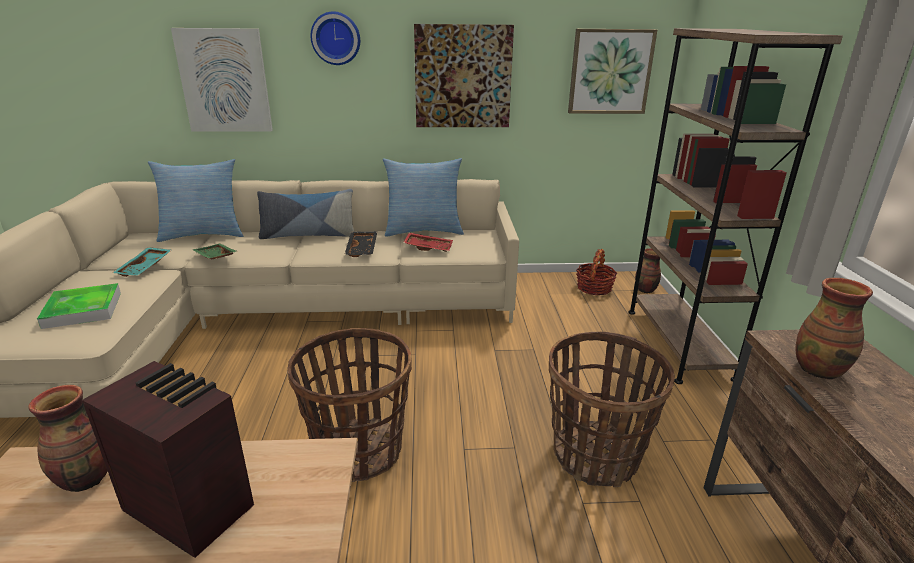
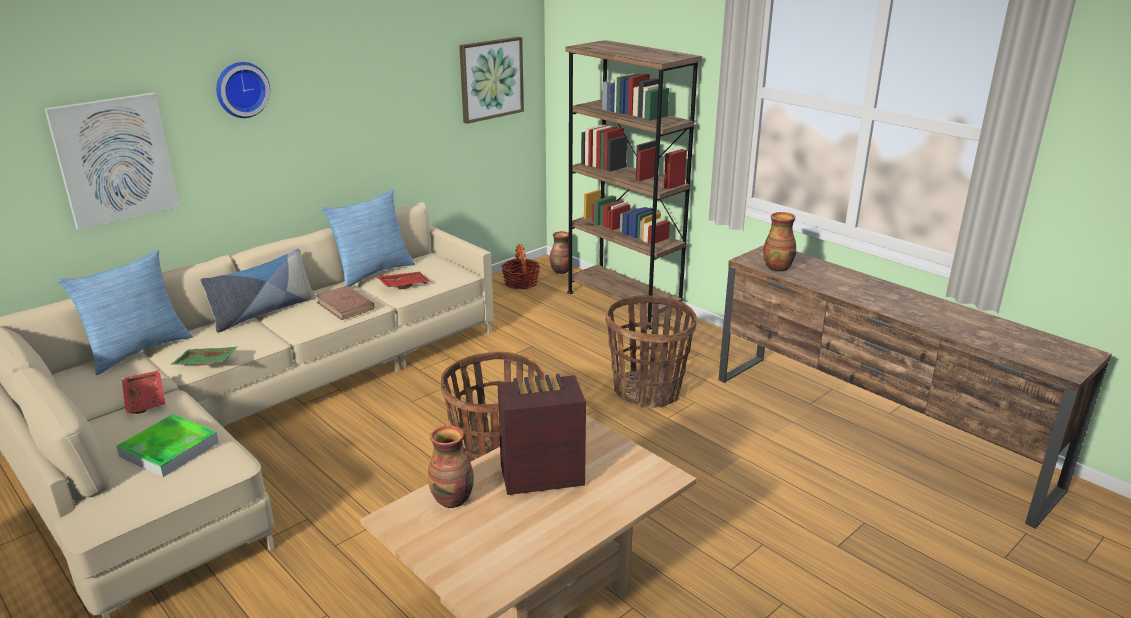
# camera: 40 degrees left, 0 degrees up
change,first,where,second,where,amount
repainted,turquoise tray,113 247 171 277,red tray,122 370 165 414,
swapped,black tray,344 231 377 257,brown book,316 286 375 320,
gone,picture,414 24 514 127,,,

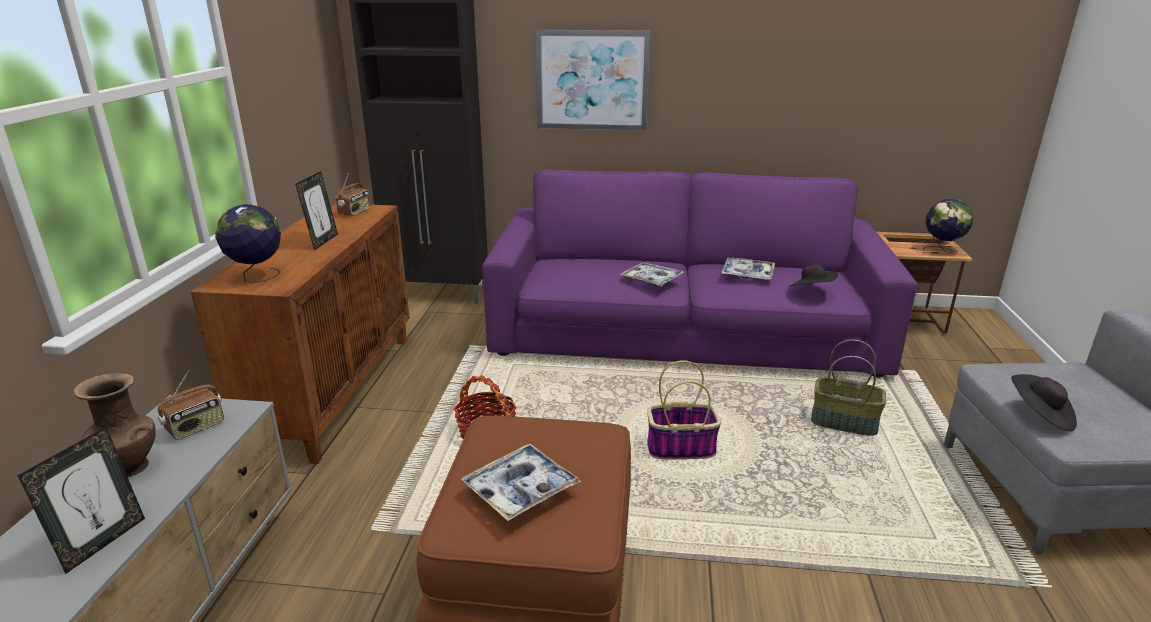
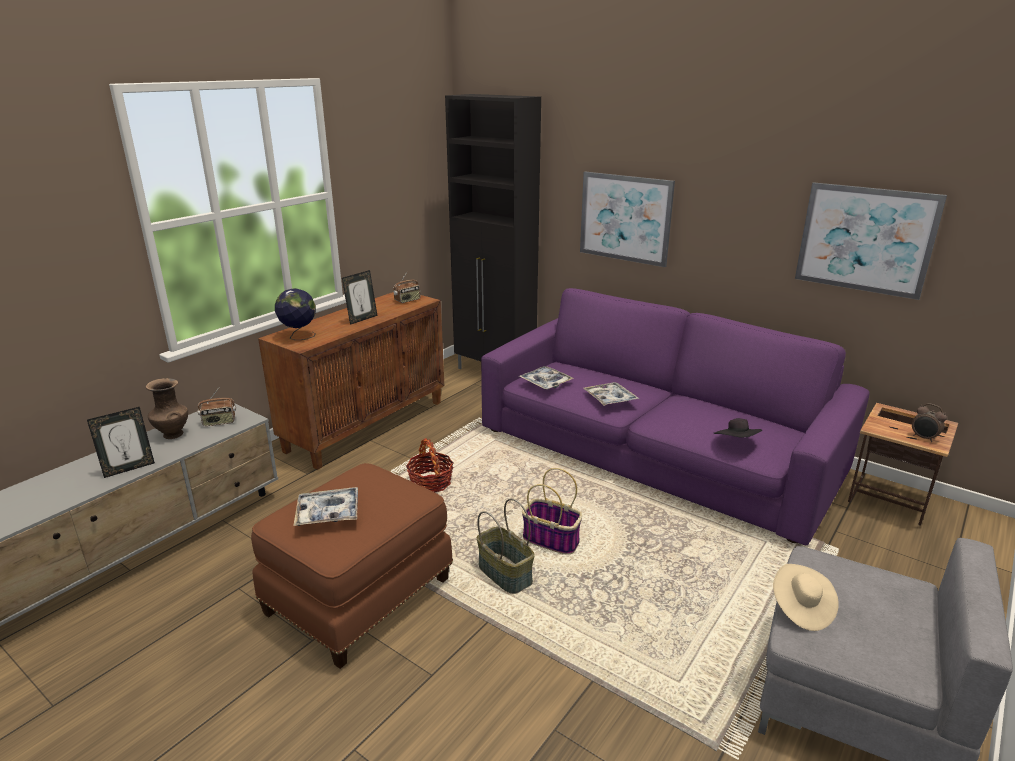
# camera: 30 degrees right, 0 degrees up
change,first,where,second,where,amount
shifted,basket,811 340 886 436,,477 499 535 594,
shifted,tray,721 258 775 280,,519 366 573 389,
repainted,black hat,1011 374 1077 432,beige hat,773 564 839 631,
new,,,picture,795 182 947 300,
swapped,globe,923 199 973 253,alarm clock,912 403 947 442,

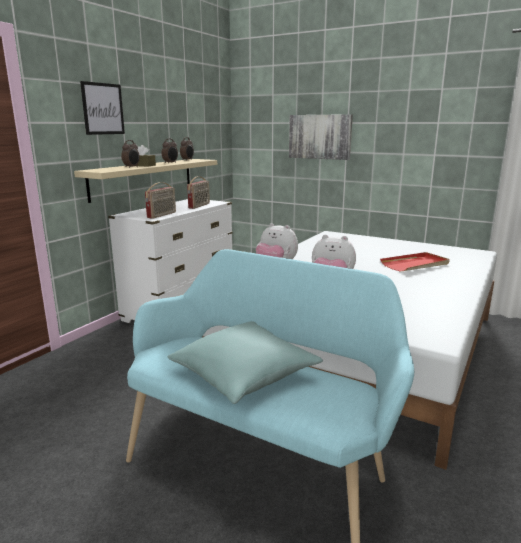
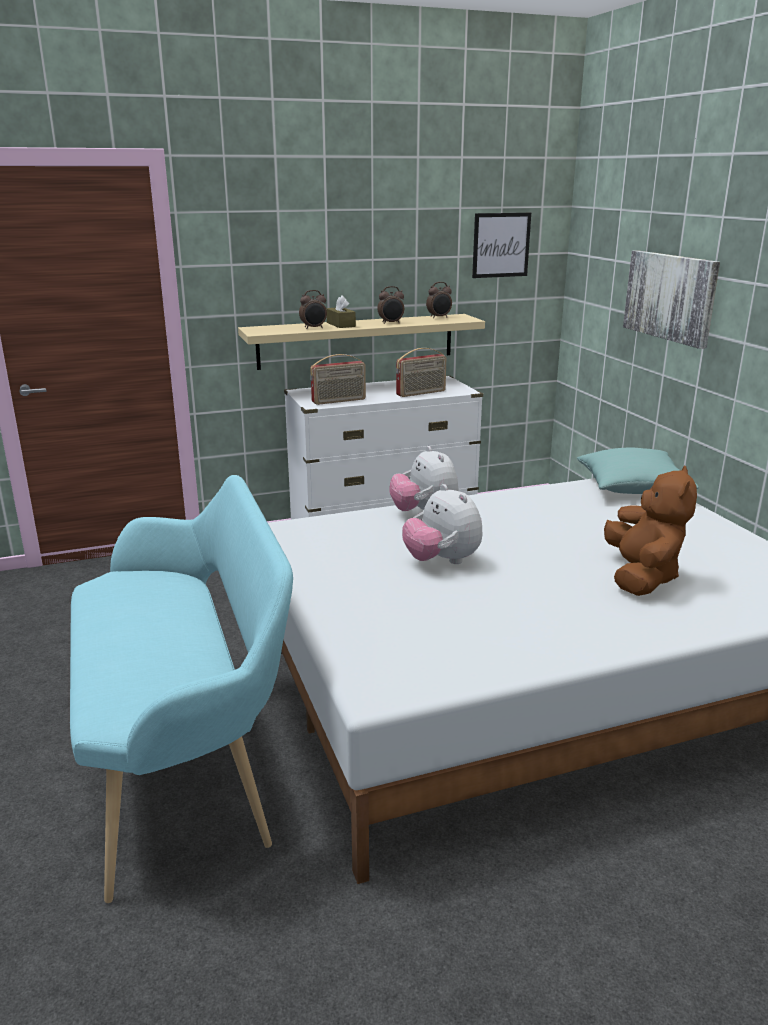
# camera: 40 degrees right, 5 degrees up
change,first,where,second,where,amount
shifted,picture,80 81 125 135,,472 213 531 278,
shifted,turquoise pillow,167 321 323 404,,577 448 699 494,
swapped,red tray,380 252 450 272,brown plush toy,604 466 697 596,

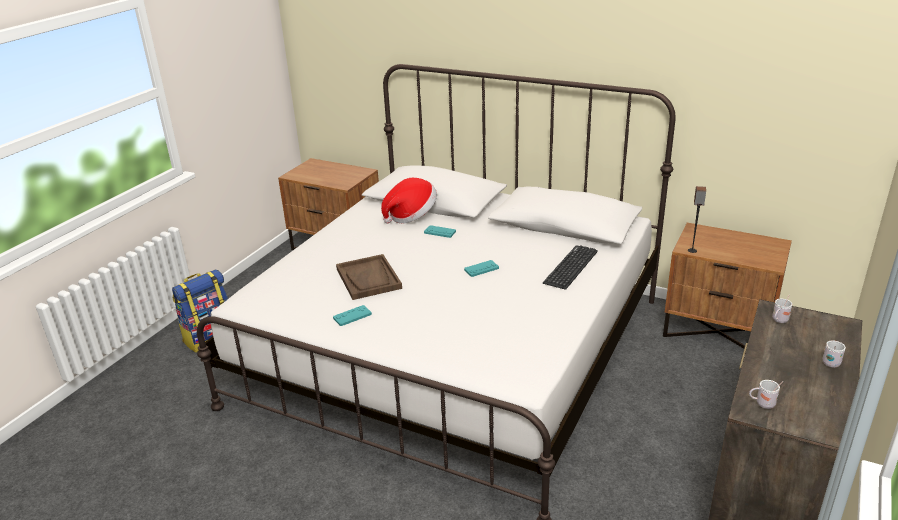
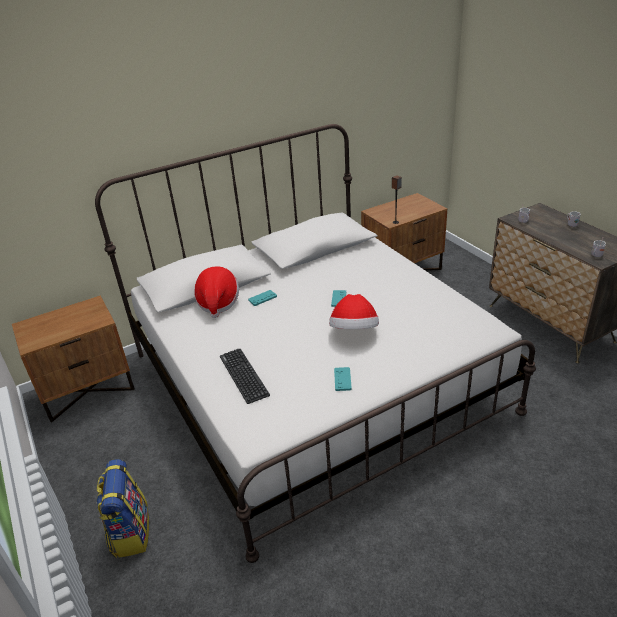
# camera: 55 degrees left, 5 degrees up
change,first,where,second,where,amount
shifted,keyboard,543 245 598 290,,220 349 270 404,
new,,,hat,329 294 379 329,
gone,brown tray,336 254 402 300,,,

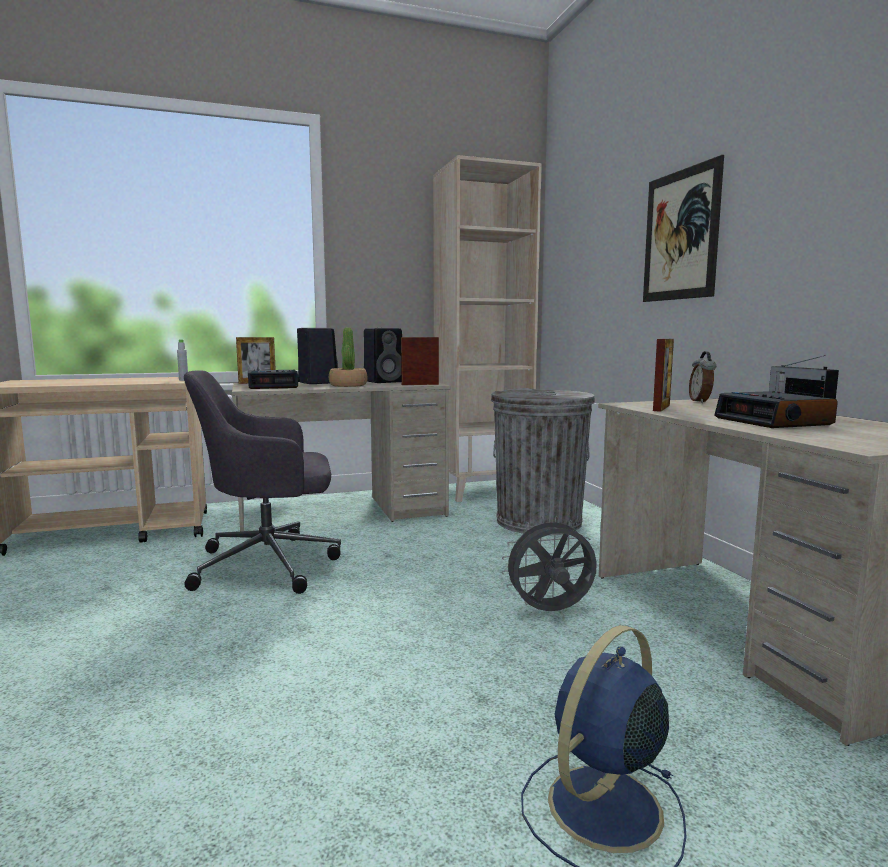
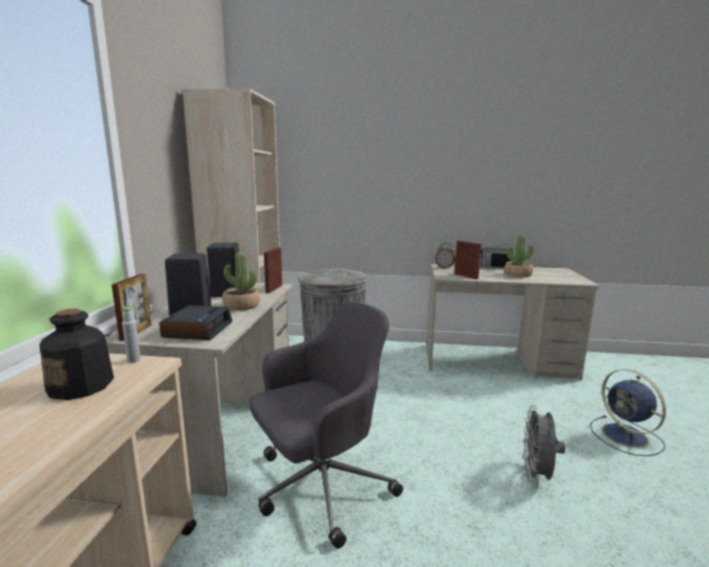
# camera: 65 degrees left, 5 degrees up
change,first,where,second,where,amount
new,,,bottle,39 308 114 400,
rotated,grey office chair,184 370 341 594,,249 301 403 549,135 degrees counterclockwise
swapped,alarm clock,715 391 838 428,potted plant,504 235 534 277,
shifted,grey fan,502 516 597 611,,523 406 565 482,
gone,picture,643 155 724 302,,,

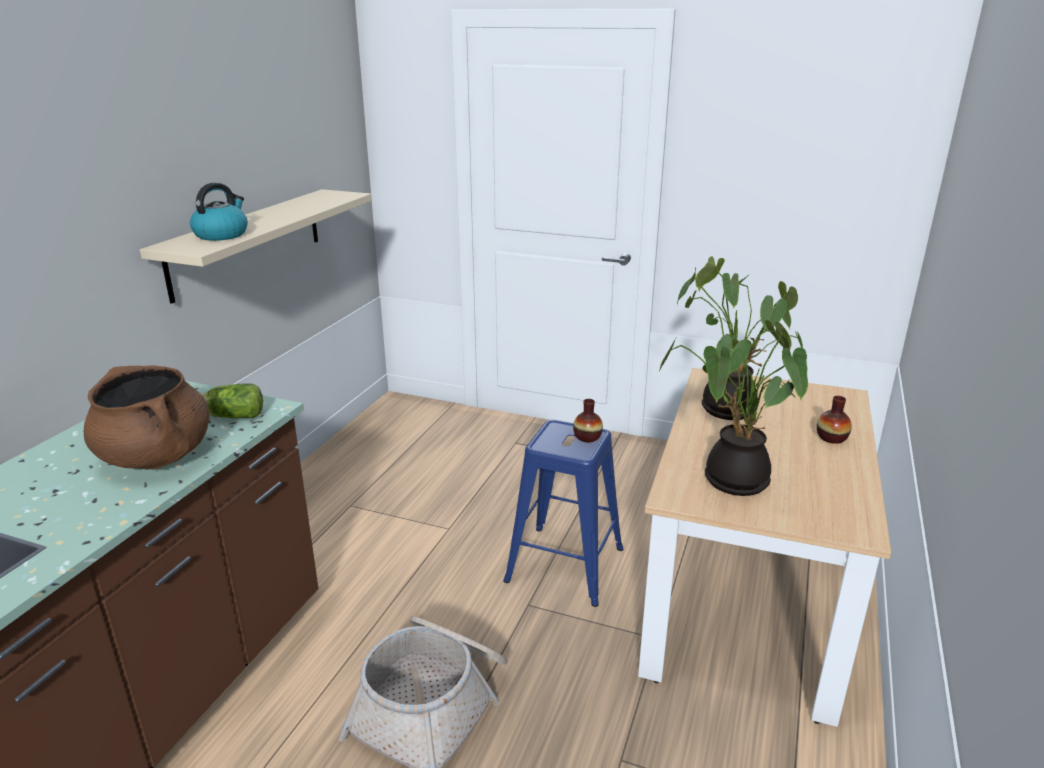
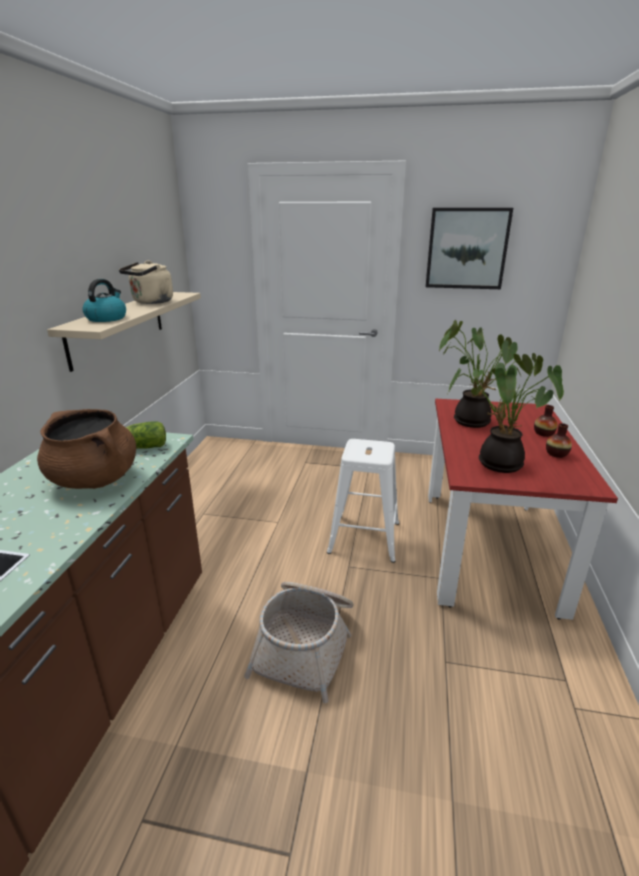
# camera: 10 degrees left, 0 degrees up
change,first,where,second,where,amount
new,,,beige kettle,119 260 173 304,
repainted,blue stool,503 420 623 607,white stool,327 439 399 563,
new,,,picture,426 208 513 289,
repainted,beige dining table,638 368 891 727,red dining table,428 399 618 620,
shifted,vase,573 399 603 442,,546 423 572 458,

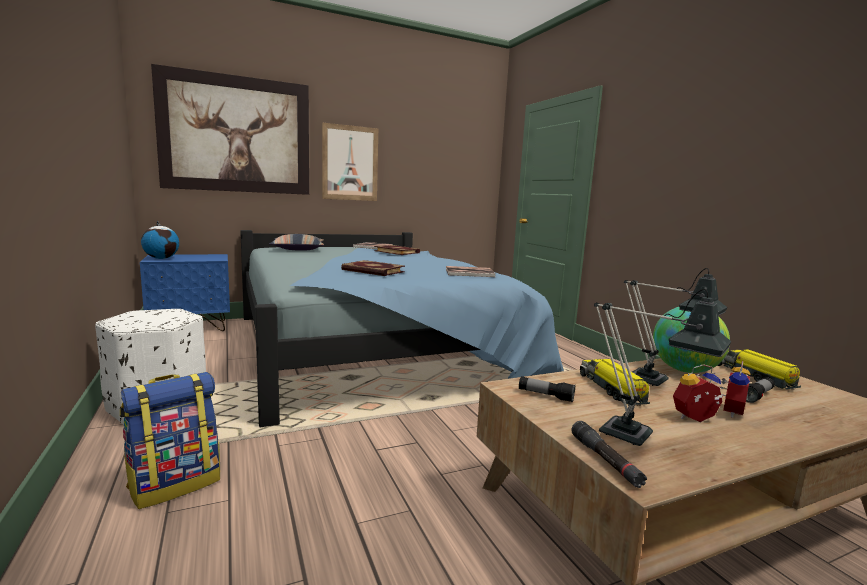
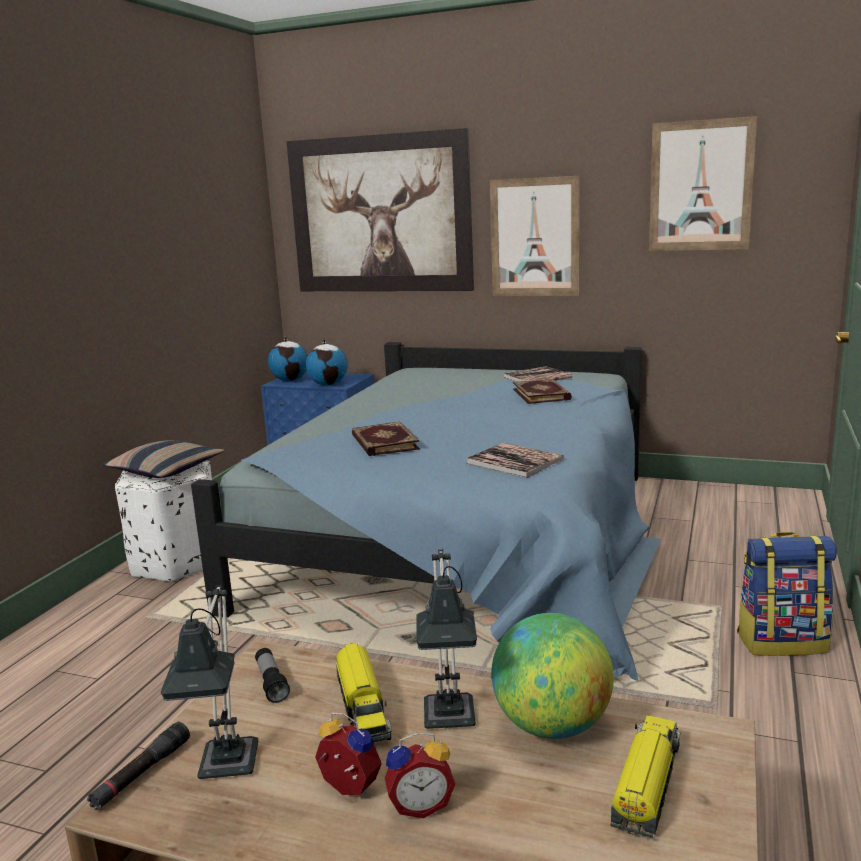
# camera: 45 degrees right, 5 degrees up
change,first,where,second,where,amount
shifted,pillow,269 234 324 251,,101 440 225 478,
new,,,globe,306 339 347 385,
rotated,toy truck,580 359 650 406,,336 643 392 742,135 degrees clockwise
new,,,picture,649 116 757 251,
shifted,backpack,120 372 220 509,,737 532 837 656,
gone,flashlight,746 377 775 403,,,

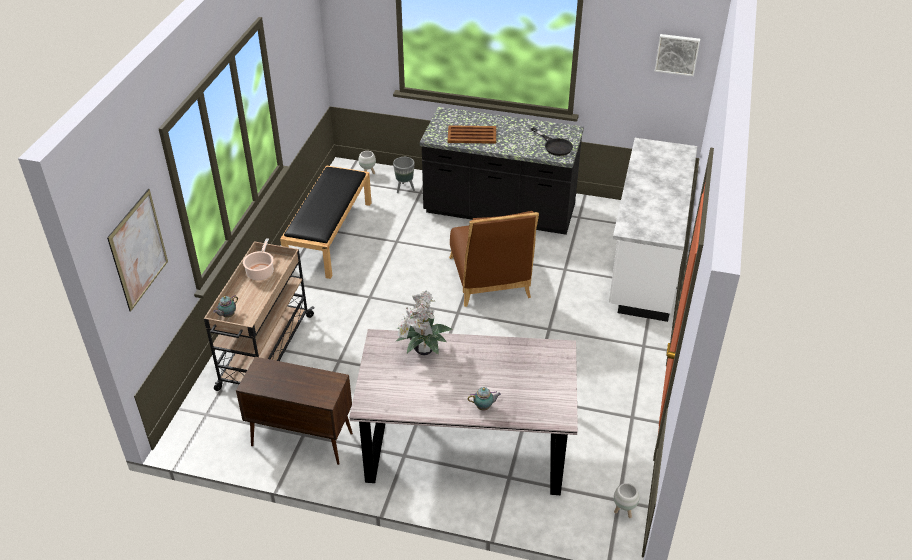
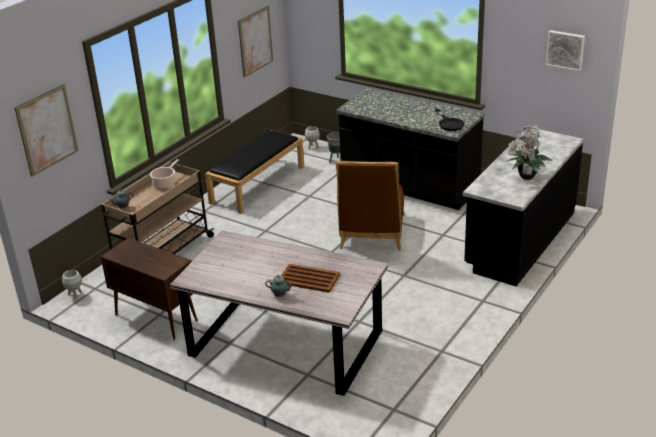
# camera: 20 degrees right, 10 degrees down
change,first,where,second,where,amount
shifted,white planter,614 483 639 518,,62 270 82 300,
new,,,picture,238 6 273 78,
shifted,brown tray,448 125 496 144,,281 264 340 293,
repainted,white counter,609 138 697 322,black counter,463 129 583 286,
shifted,potted plant,395 290 452 355,,505 125 553 180,

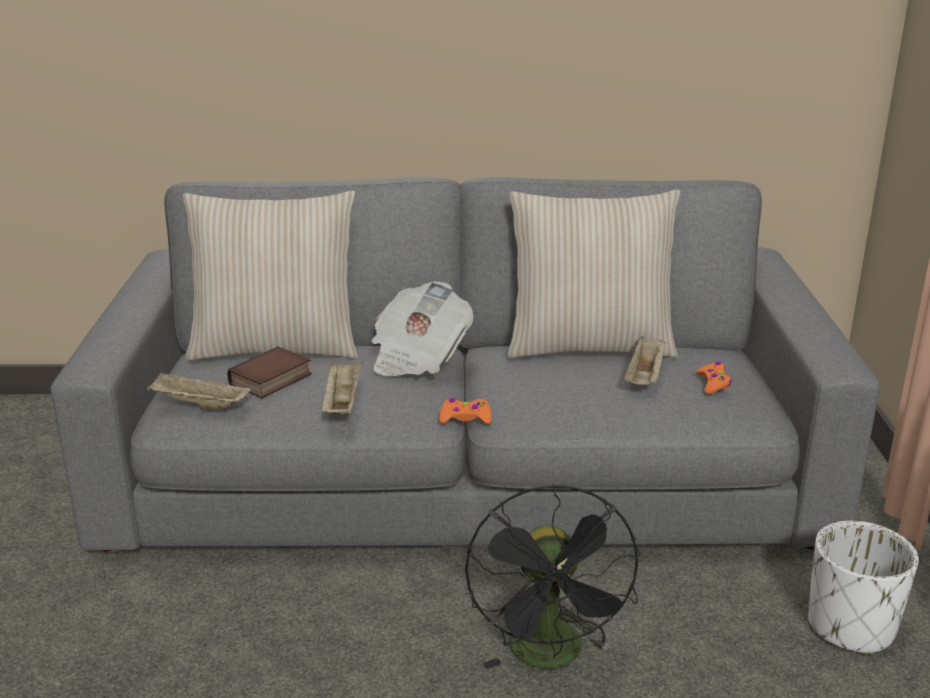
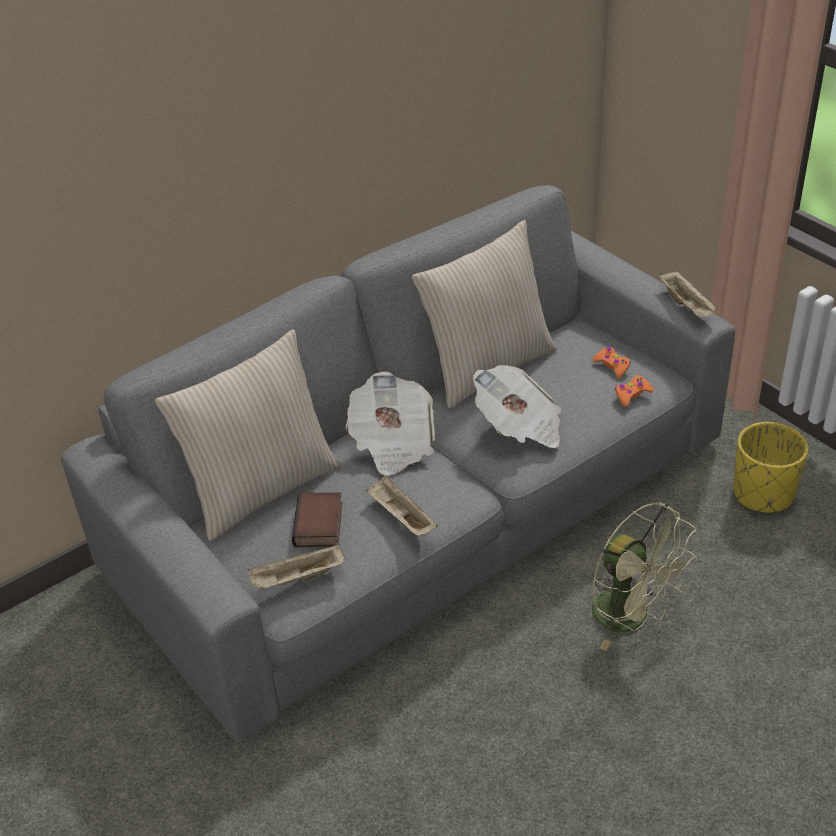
# camera: 35 degrees left, 15 degrees up
change,first,where,second,where,amount
new,,,newspaper,473 365 561 448,
repainted,black fan,465 484 641 669,green fan,592 502 697 651,
shifted,orange game controller,439 398 492 424,,615 375 654 407,
shifted,beige tray,624 336 666 385,,659 270 718 317,
repainted,white planter,808 521 919 655,yellow planter,734 422 808 513,

